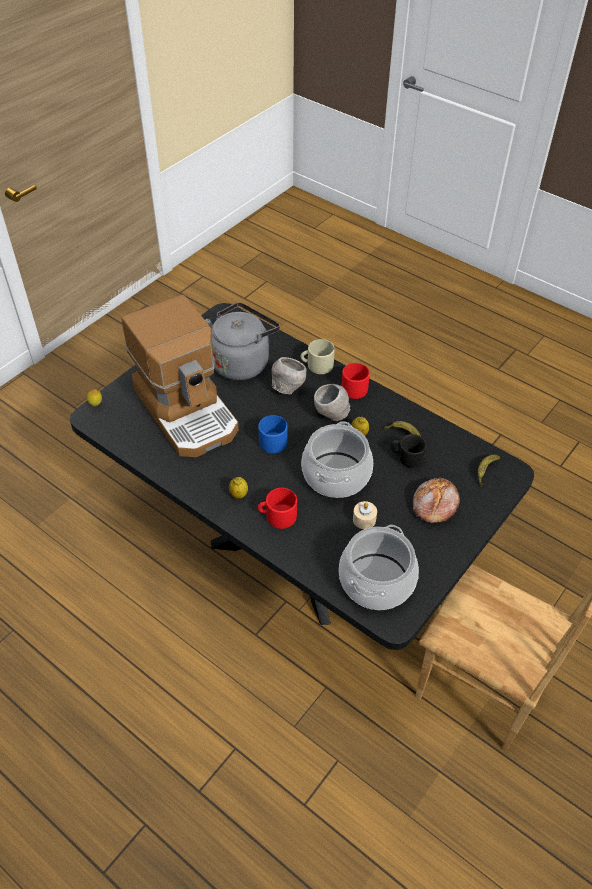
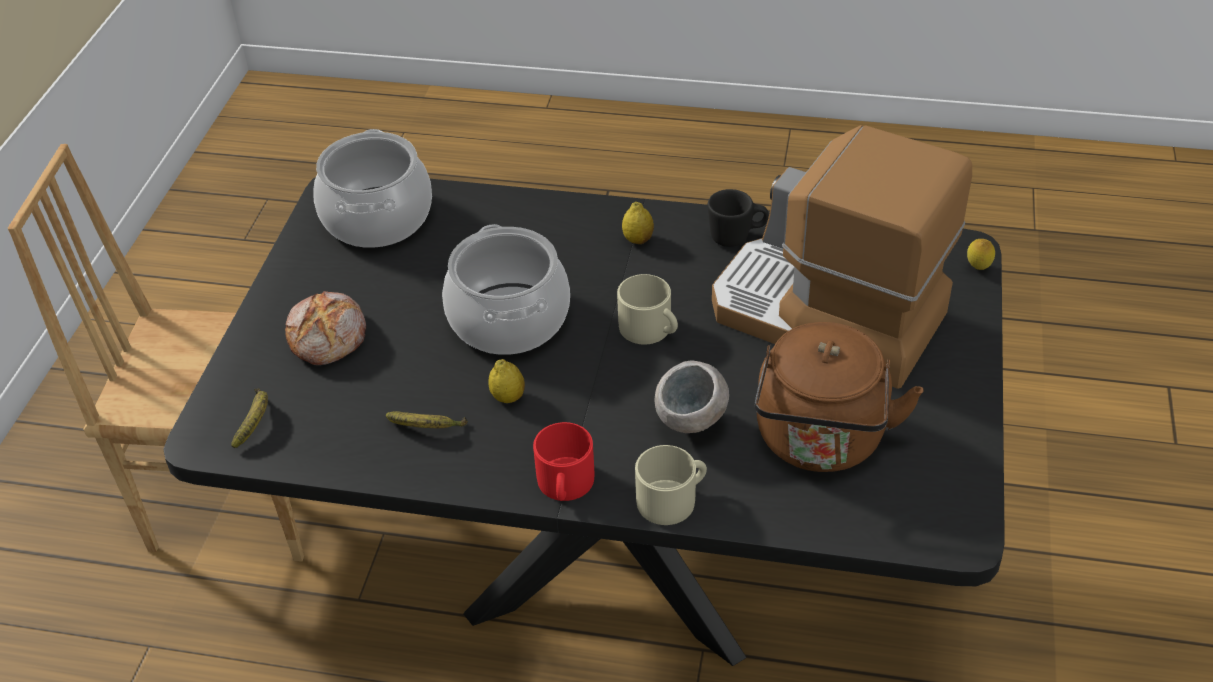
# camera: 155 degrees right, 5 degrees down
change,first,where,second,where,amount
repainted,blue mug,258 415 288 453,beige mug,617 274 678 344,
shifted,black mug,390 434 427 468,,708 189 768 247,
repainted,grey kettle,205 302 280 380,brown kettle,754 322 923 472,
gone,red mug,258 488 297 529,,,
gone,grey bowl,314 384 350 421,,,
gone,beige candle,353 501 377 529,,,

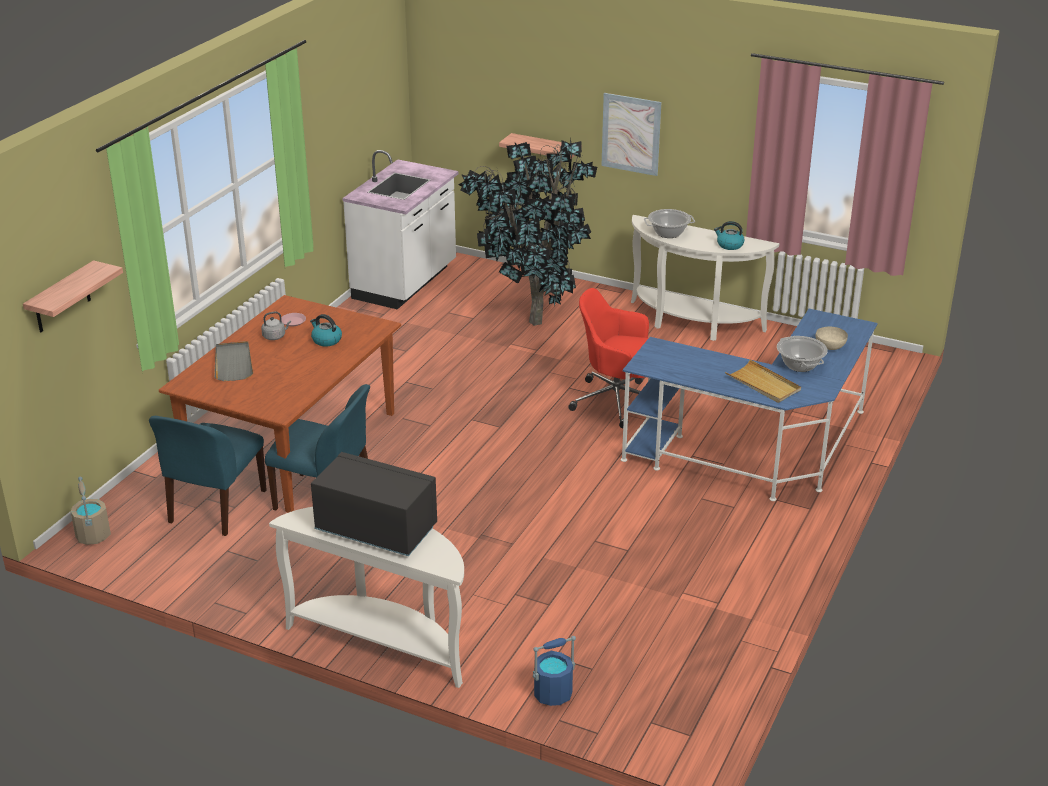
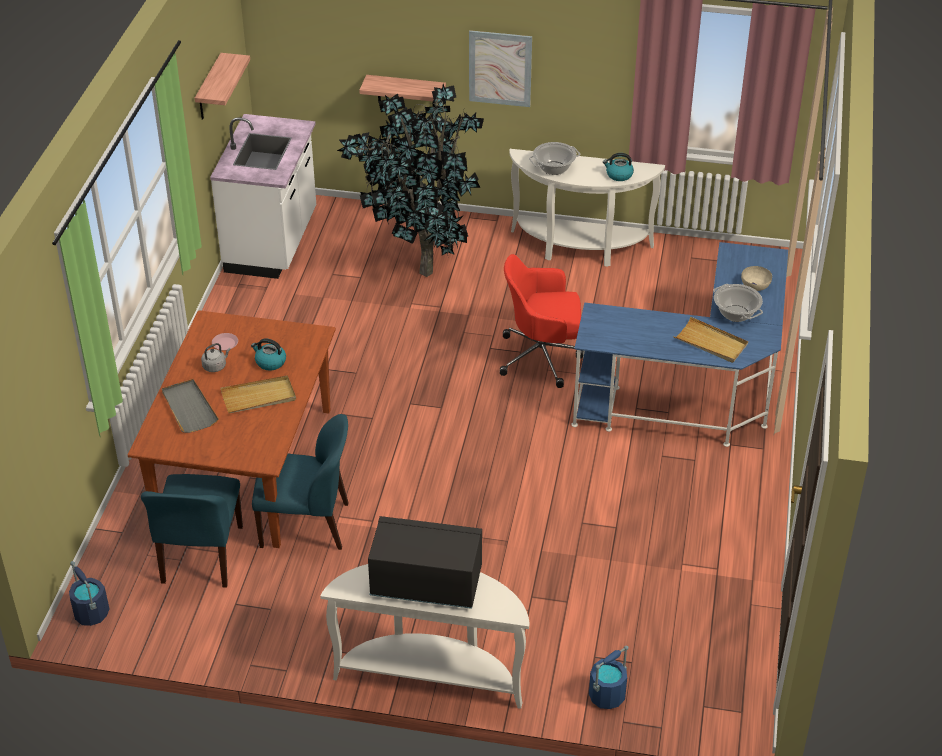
# camera: 15 degrees left, 10 degrees up
change,first,where,second,where,amount
repainted,beige bucket,70 477 111 545,blue bucket,69 561 110 626,
shifted,shelf,23 260 123 332,,195 53 250 119,
new,,,beige tray,220 375 296 413,

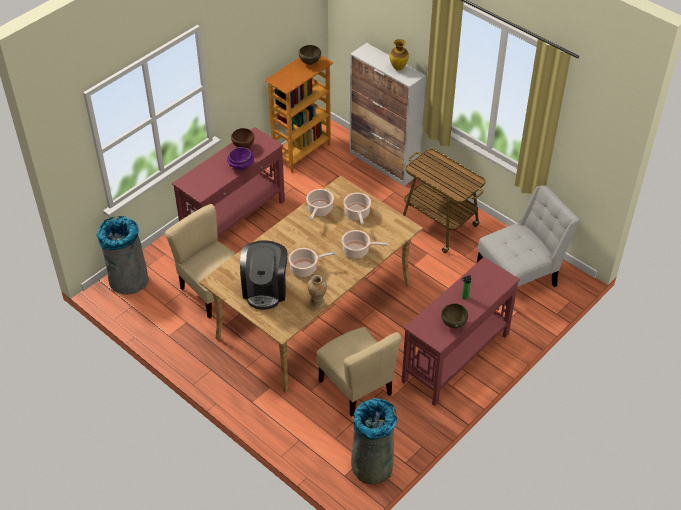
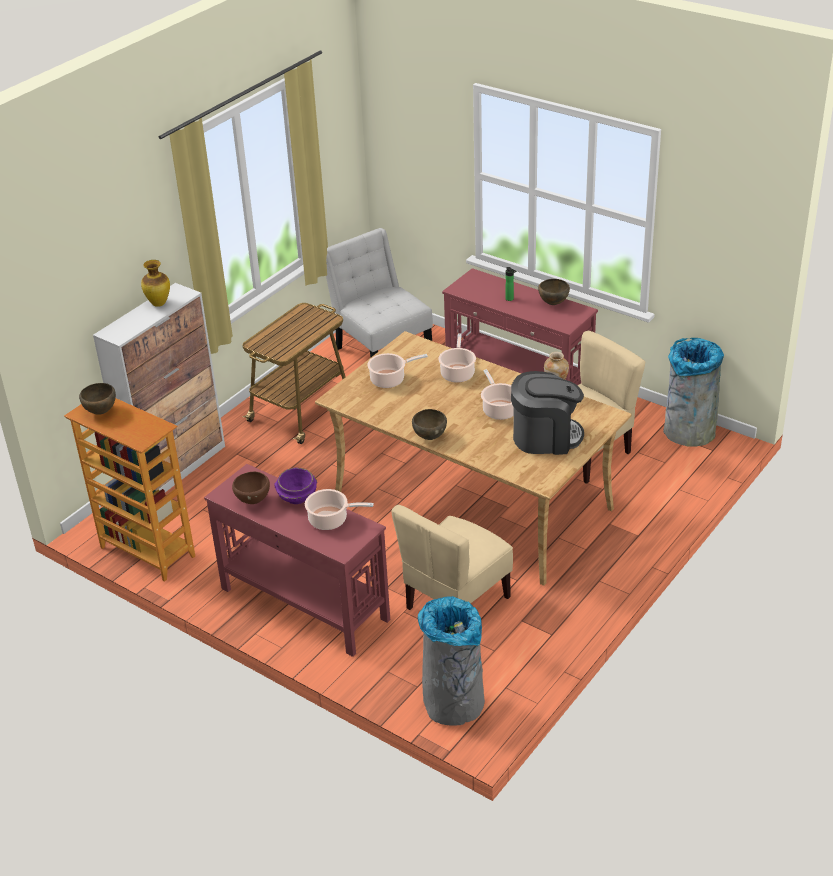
# camera: 95 degrees left, 10 degrees down
change,first,where,second,where,amount
shifted,cooking pot,306 189 334 220,,305 489 374 530,
new,,,brown bowl,412 409 447 440,

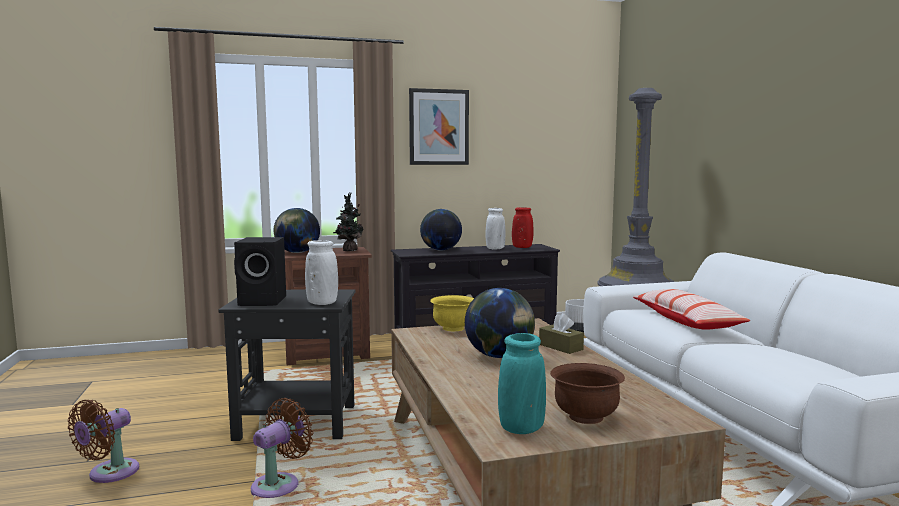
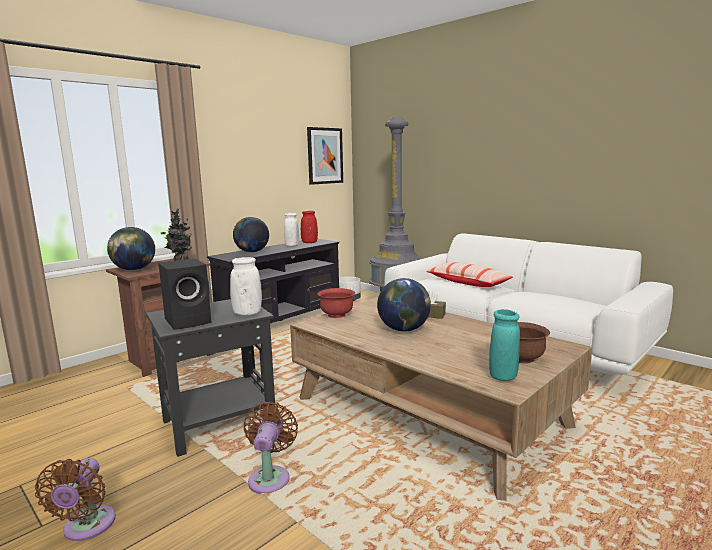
# camera: 30 degrees left, 5 degrees up
change,first,where,second,where,amount
shifted,picture,409 88 469 165,,307 127 343 185,
repainted,yellow bowl,430 295 474 331,red bowl,318 288 355 318,

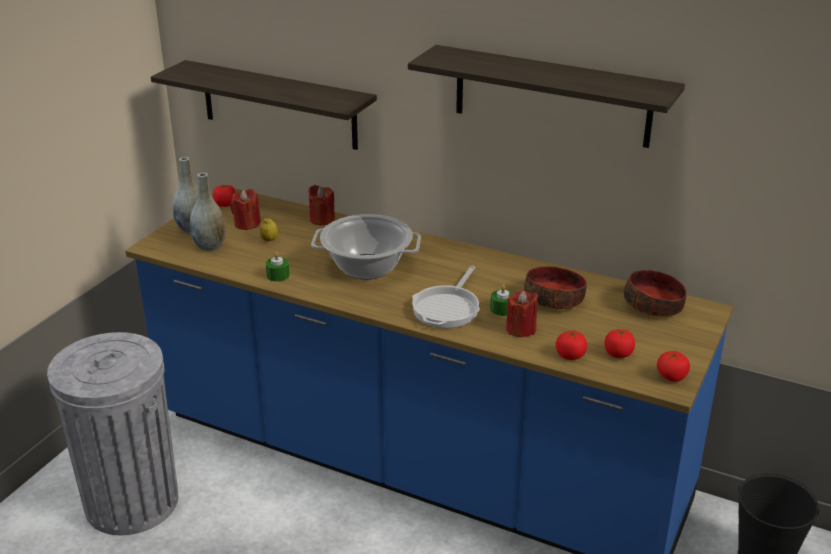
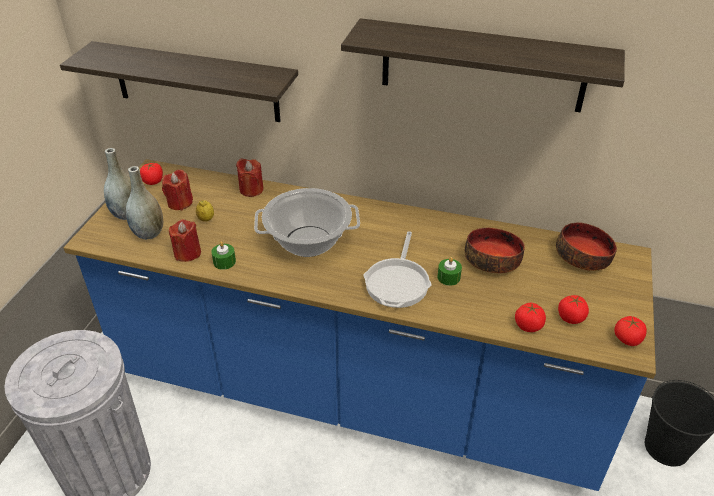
# camera: 10 degrees left, 10 degrees up
change,first,where,second,where,amount
shifted,red candle,506 290 538 337,,169 219 201 262,

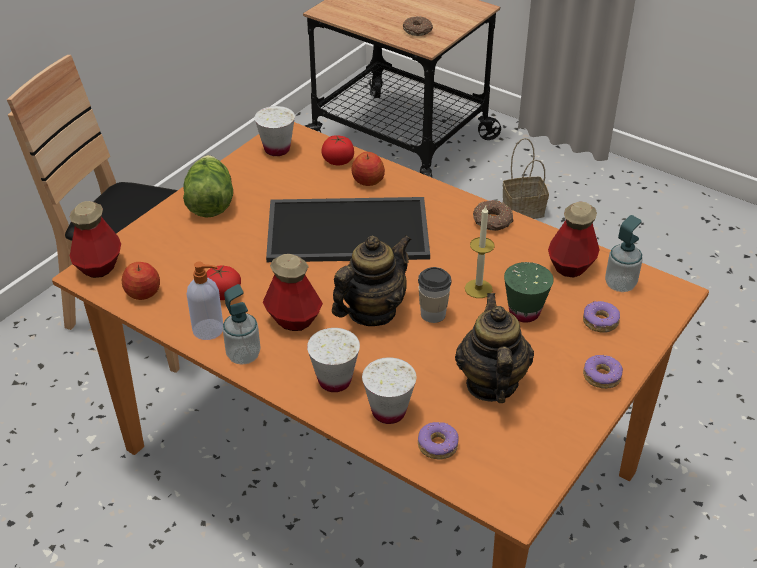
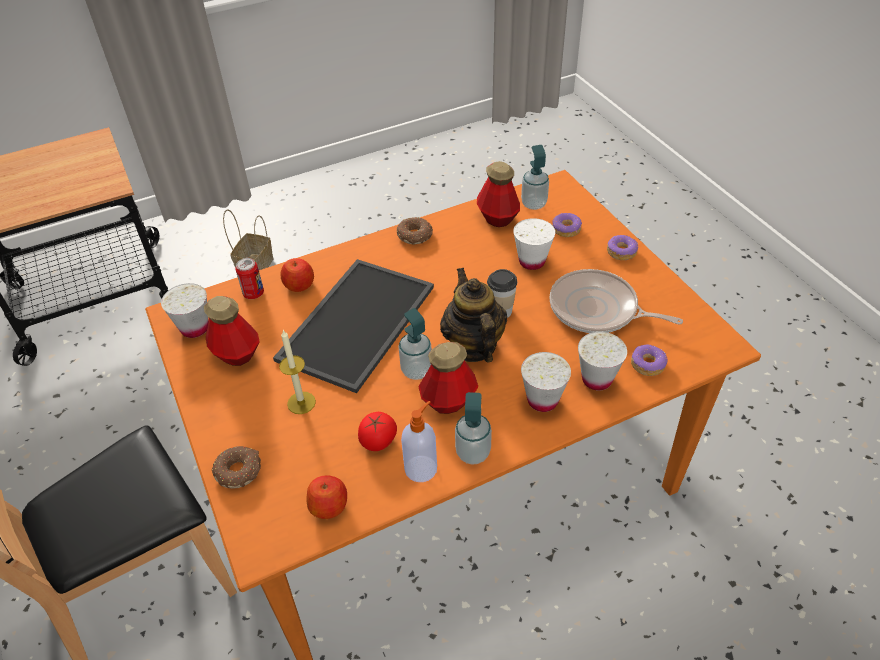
# camera: 60 degrees left, 5 degrees up
change,first,where,second,where,amount
shifted,bottle,70 201 121 278,,204 296 260 366,
shifted,donut,403 16 433 36,,212 446 261 489,
swapped,tomato,321 135 354 165,can,235 258 264 299,
shifted,candle,465 205 495 298,,279 330 316 414,
new,,,soap dispenser,398 308 432 380,
repainted,green cup,504 262 554 322,white cup,513 218 555 270,
swapped,teapot,455 293 534 403,frying pan,549 269 683 333,
gone,lettuce,183 155 233 218,,,

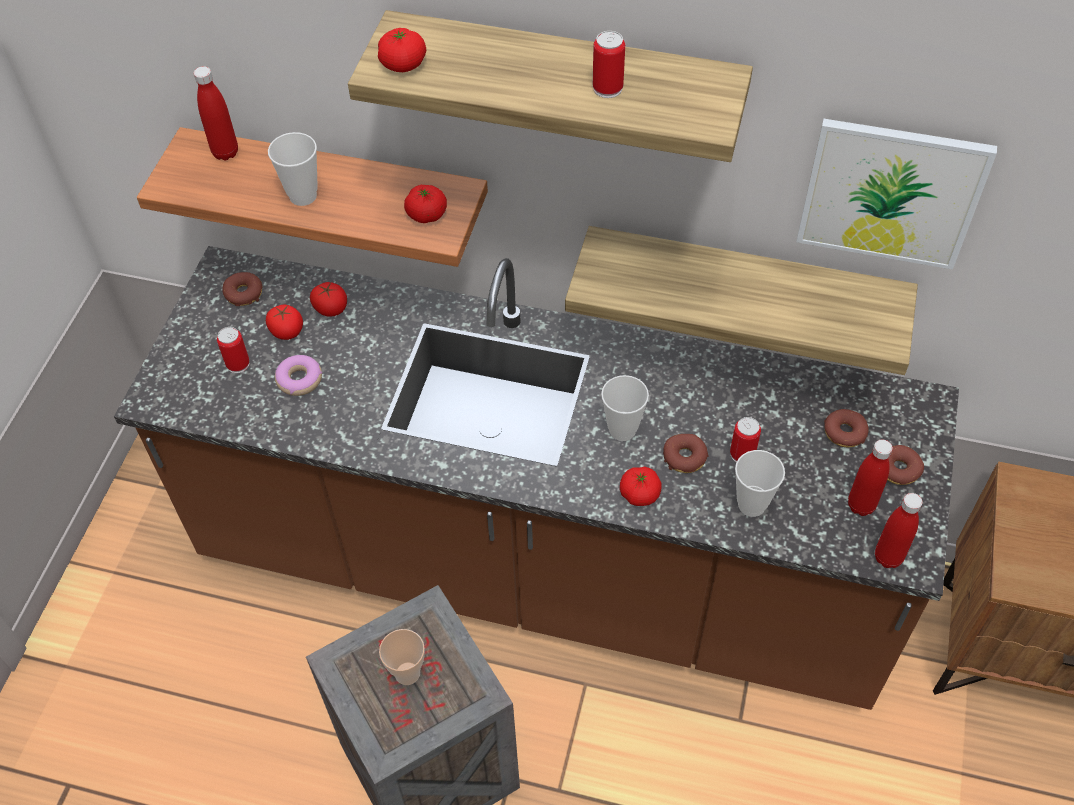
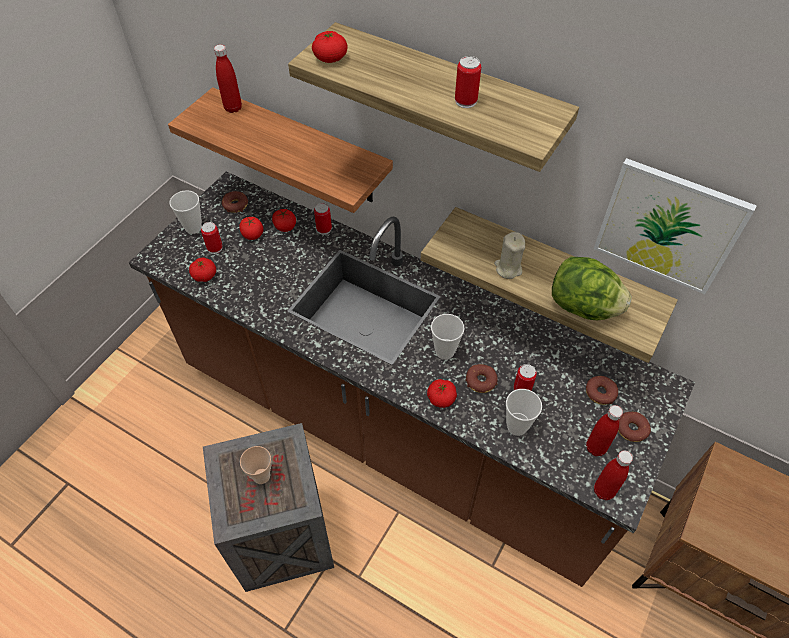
# camera: 15 degrees right, 0 degrees up
change,first,where,second,where,amount
shifted,cup,268 132 318 206,,169 190 202 234,
shifted,tomato,404 185 447 223,,189 257 216 282,
new,,,can,314 203 332 235,
new,,,beige candle,494 232 525 279,
new,,,lettuce,552 257 632 320,
gone,donut,275 355 323 396,,,

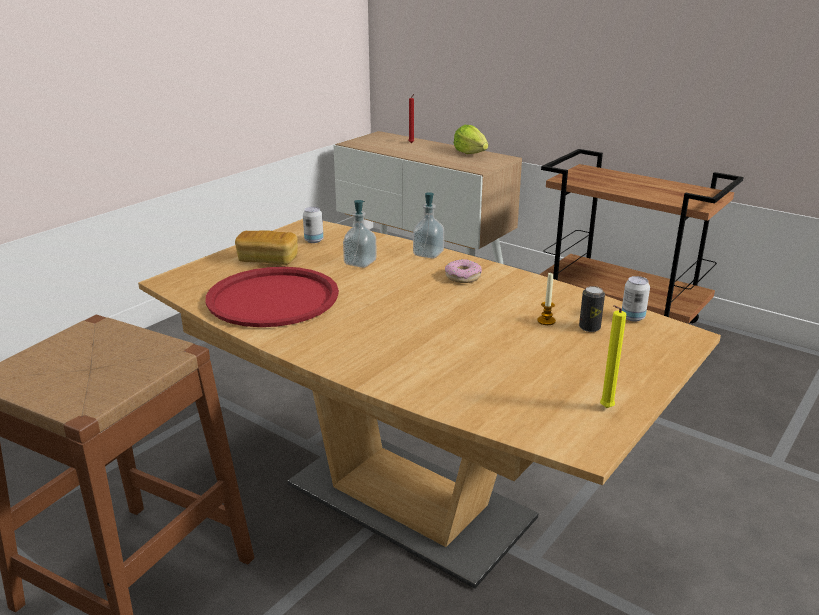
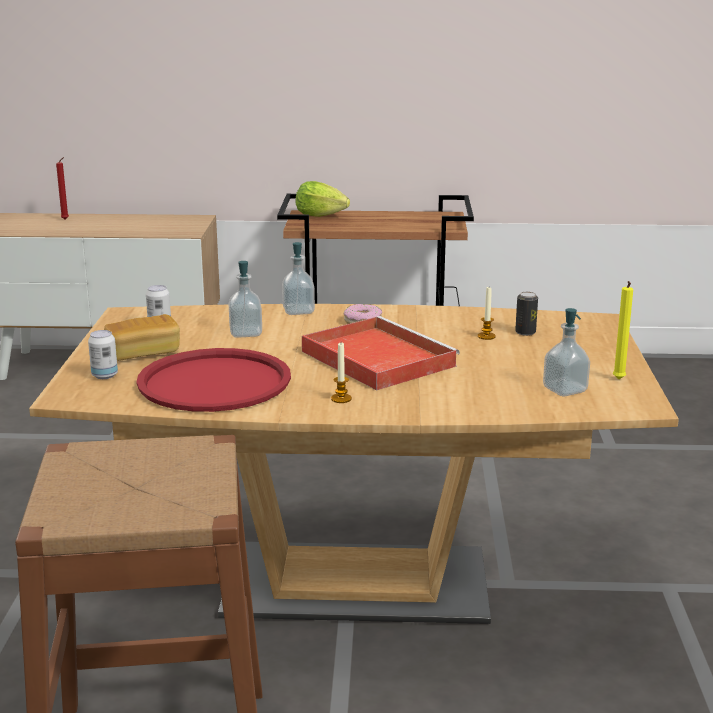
# camera: 35 degrees left, 5 degrees down
change,first,where,second,where,amount
shifted,can,622 276 650 322,,88 330 118 379,
shifted,lettuce,454 125 488 154,,296 181 350 217,
new,,,red tray,302 316 460 390,
new,,,candle,331 342 352 403,
new,,,soap dispenser,543 308 590 396,

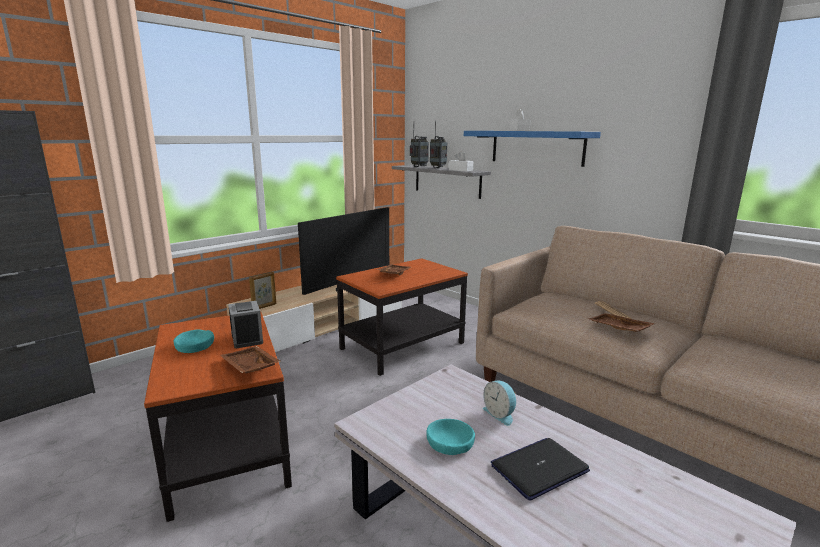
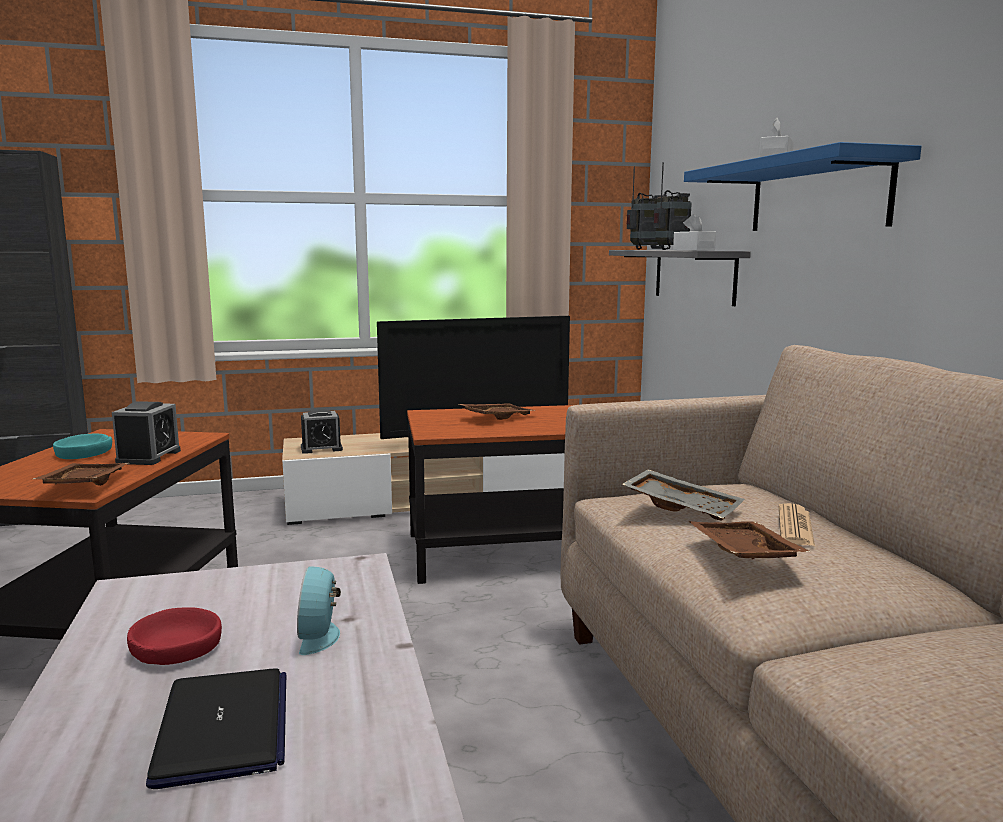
# camera: 30 degrees right, 5 degrees down
change,first,where,second,where,amount
repainted,turquoise bowl,426 419 475 455,red bowl,127 607 222 665,
rotated,laptop,491 438 590 501,,146 668 286 789,75 degrees clockwise
swapped,picture frame,249 272 276 309,alarm clock,301 409 343 454,
new,,,grey tray,622 469 745 521,

